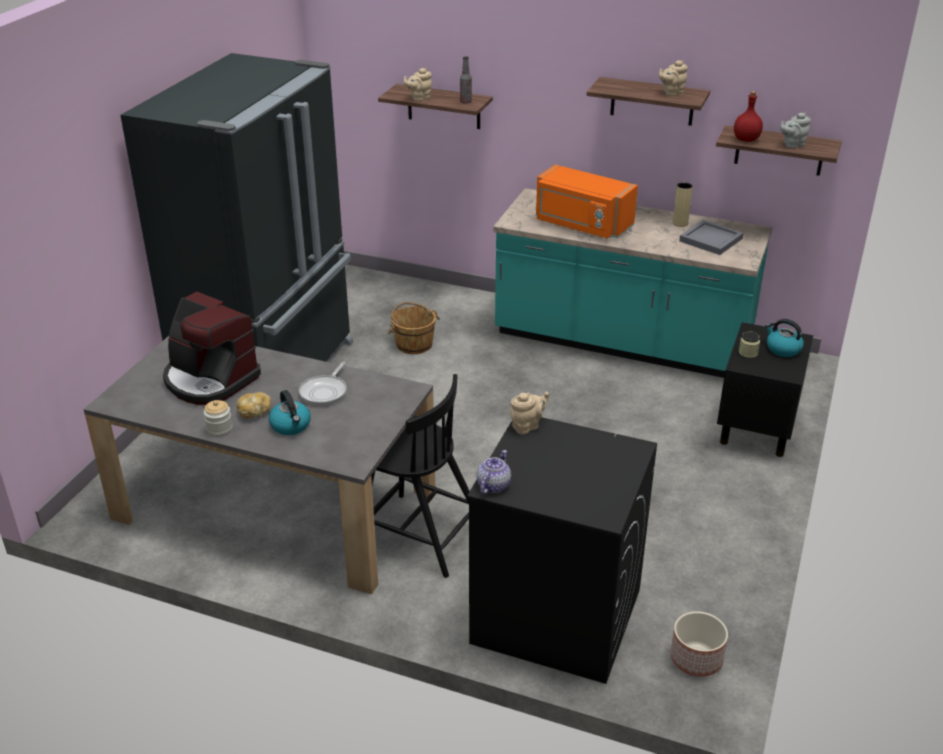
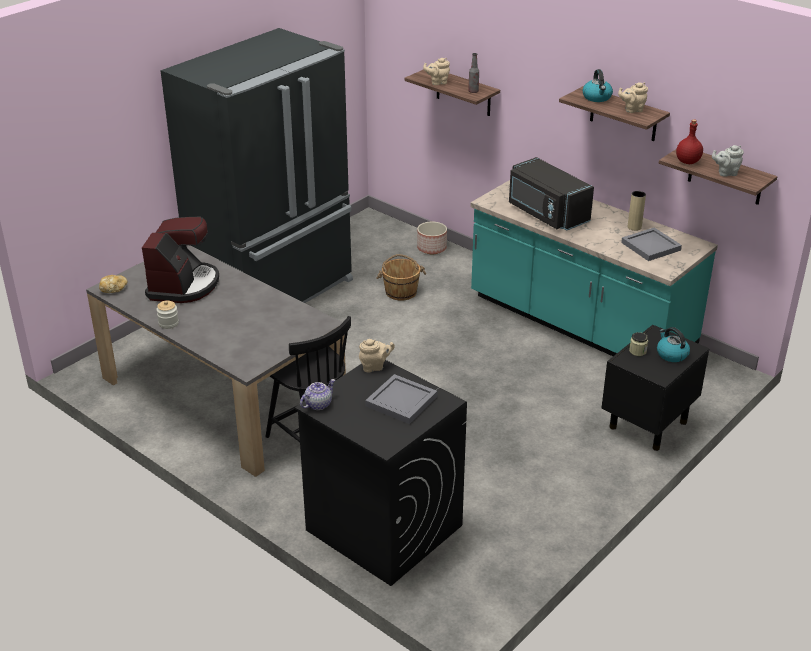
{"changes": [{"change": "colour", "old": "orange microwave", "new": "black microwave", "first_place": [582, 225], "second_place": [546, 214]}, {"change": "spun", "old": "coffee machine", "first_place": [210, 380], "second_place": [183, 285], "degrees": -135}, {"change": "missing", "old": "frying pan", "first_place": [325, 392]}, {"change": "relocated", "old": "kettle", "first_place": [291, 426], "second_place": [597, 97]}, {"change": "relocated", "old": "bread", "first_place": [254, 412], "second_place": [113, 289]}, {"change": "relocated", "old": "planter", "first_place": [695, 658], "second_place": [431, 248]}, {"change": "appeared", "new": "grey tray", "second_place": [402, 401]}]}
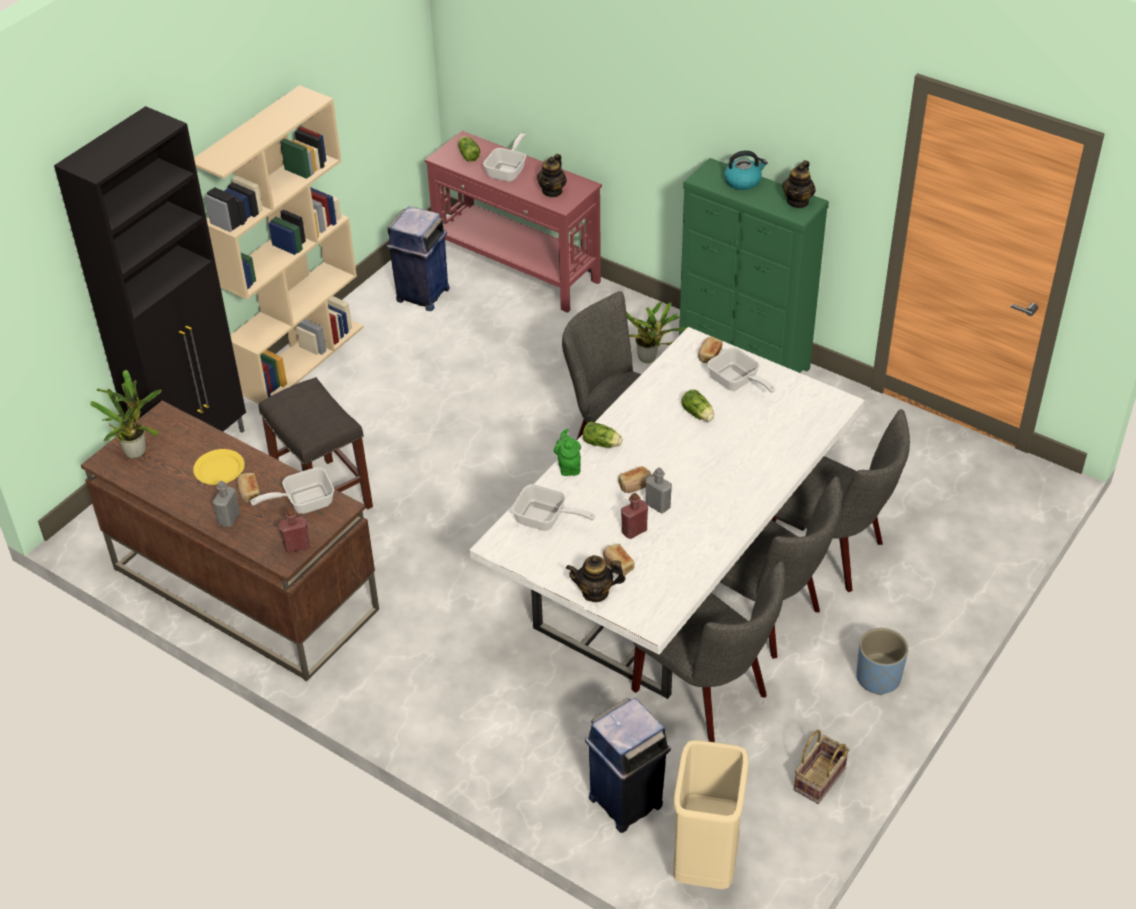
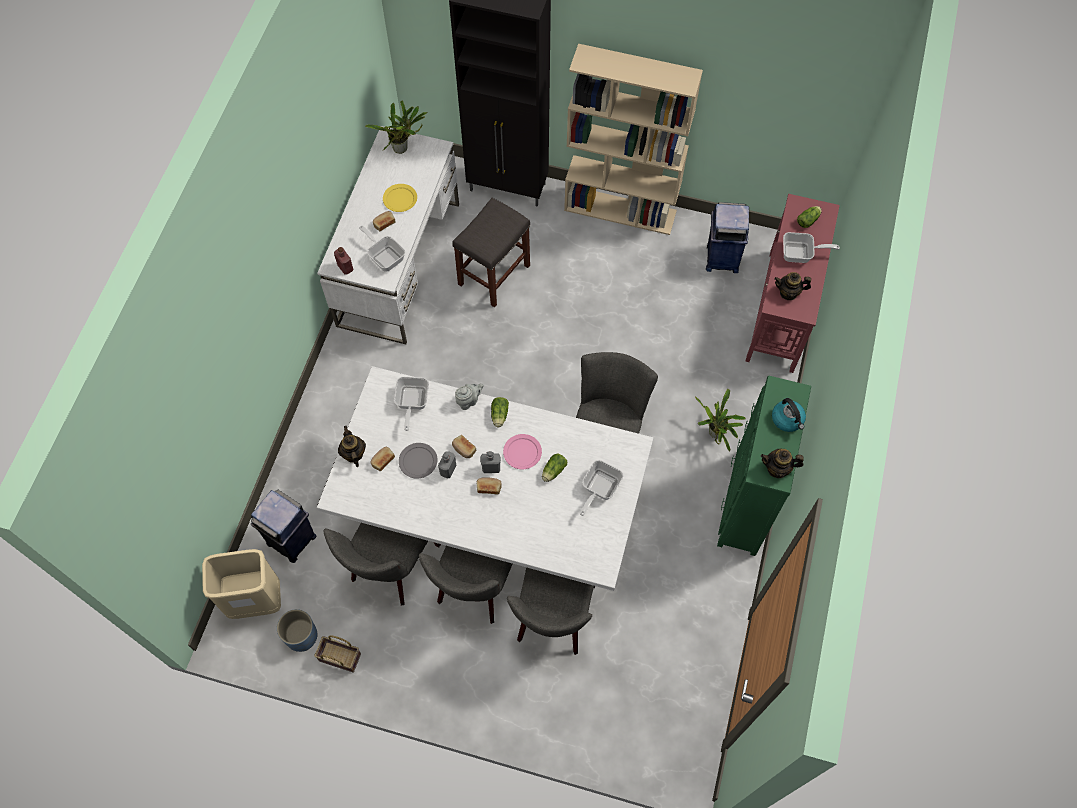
{"changes": [{"change": "relocated", "old": "bread", "first_place": [709, 355], "second_place": [489, 487]}, {"change": "colour", "old": "brown desk", "new": "white desk", "first_place": [244, 589], "second_place": [399, 263]}, {"change": "colour", "old": "green teapot", "new": "grey teapot", "first_place": [568, 466], "second_place": [469, 401]}, {"change": "relocated", "old": "grey bottle", "first_place": [229, 518], "second_place": [491, 468]}, {"change": "exchanged", "old": "red bottle", "new": "grey plate", "first_place": [634, 531], "second_place": [418, 461]}, {"change": "relocated", "old": "blue planter", "first_place": [878, 678], "second_place": [301, 636]}, {"change": "appeared", "new": "pink plate", "second_place": [522, 452]}]}
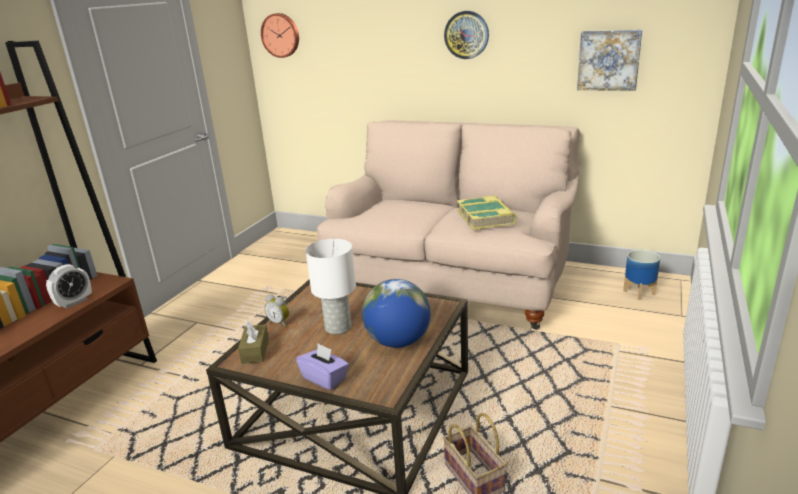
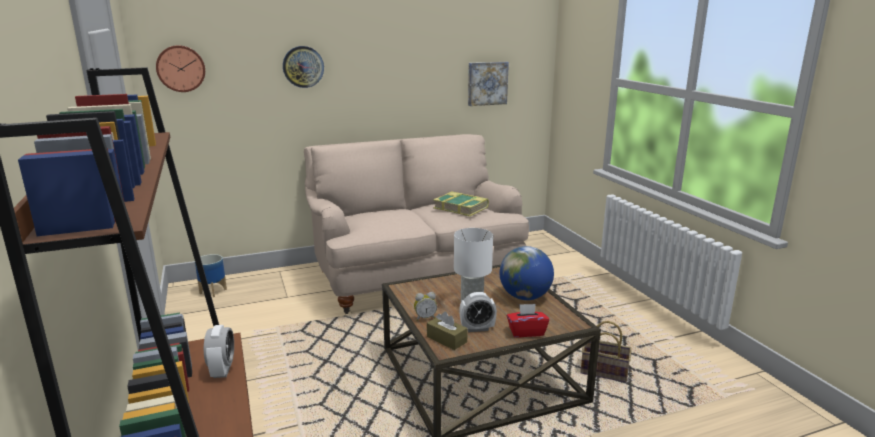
{"changes": [{"change": "relocated", "old": "wall clock", "first_place": [466, 35], "second_place": [303, 66]}, {"change": "relocated", "old": "planter", "first_place": [639, 292], "second_place": [213, 291]}, {"change": "colour", "old": "purple tissue box", "new": "red tissue box", "first_place": [325, 378], "second_place": [526, 332]}, {"change": "appeared", "new": "alarm clock", "second_place": [477, 328]}]}
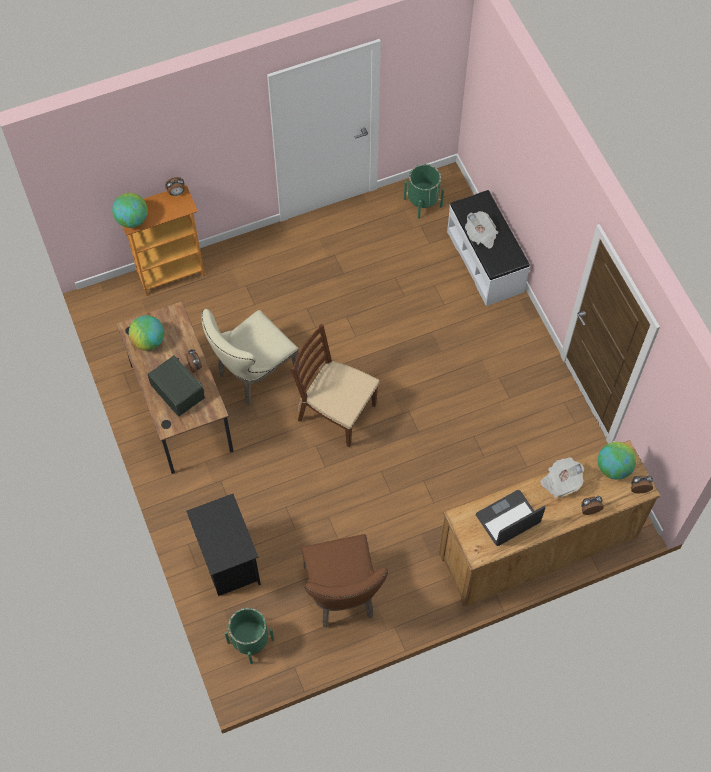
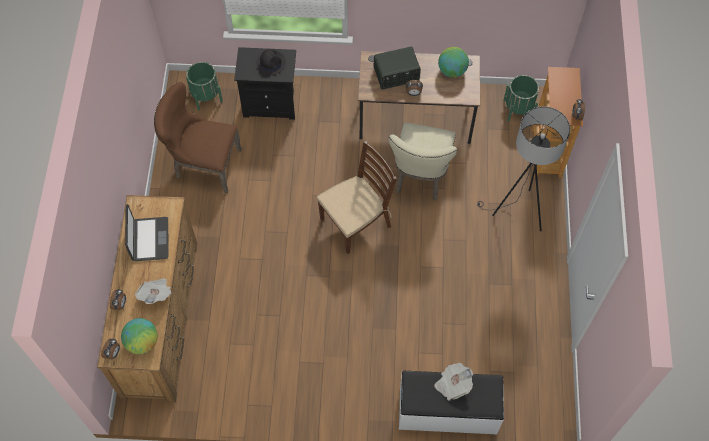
{"changes": [{"change": "relocated", "old": "green planter", "first_place": [423, 202], "second_place": [518, 109]}, {"change": "missing", "old": "globe", "first_place": [132, 220]}, {"change": "spun", "old": "beige chair", "first_place": [253, 374], "second_place": [420, 177], "degrees": -150}, {"change": "appeared", "new": "black hat", "second_place": [271, 63]}, {"change": "appeared", "new": "grey floor lamp", "second_place": [516, 213]}]}
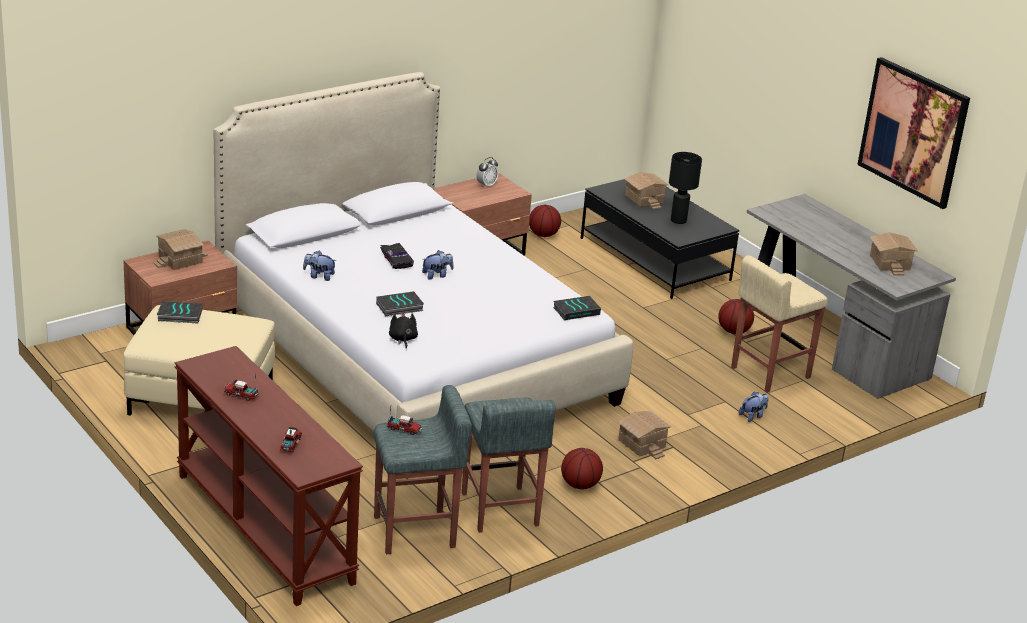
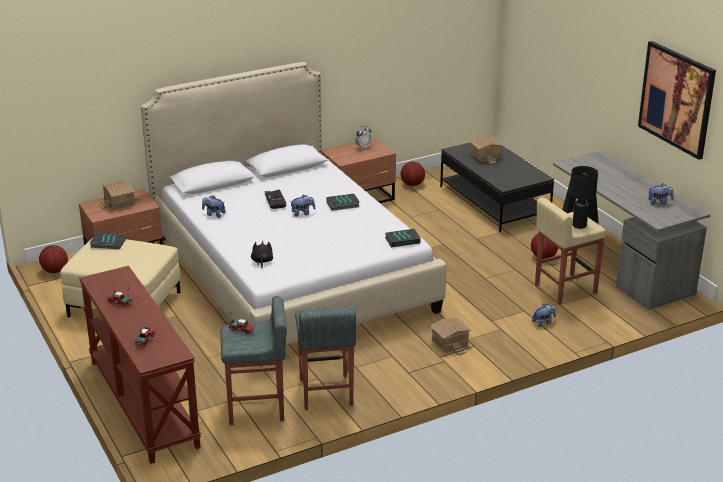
{"changes": [{"change": "relocated", "old": "black table lamp", "first_place": [678, 220], "second_place": [579, 225]}, {"change": "exchanged", "old": "toy house", "new": "plush toy", "first_place": [890, 262], "second_place": [659, 202]}, {"change": "relocated", "old": "book", "first_place": [399, 307], "second_place": [342, 205]}, {"change": "relocated", "old": "basketball", "first_place": [580, 485], "second_place": [55, 271]}]}
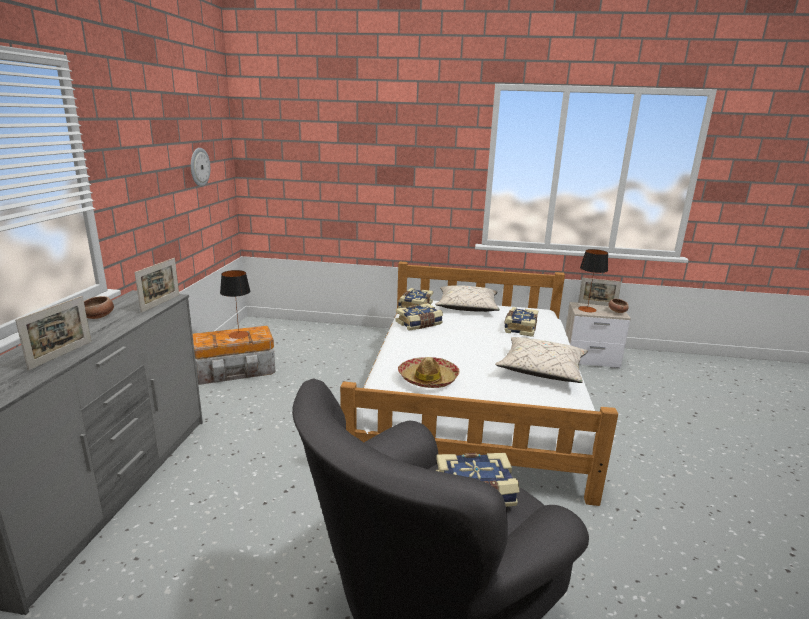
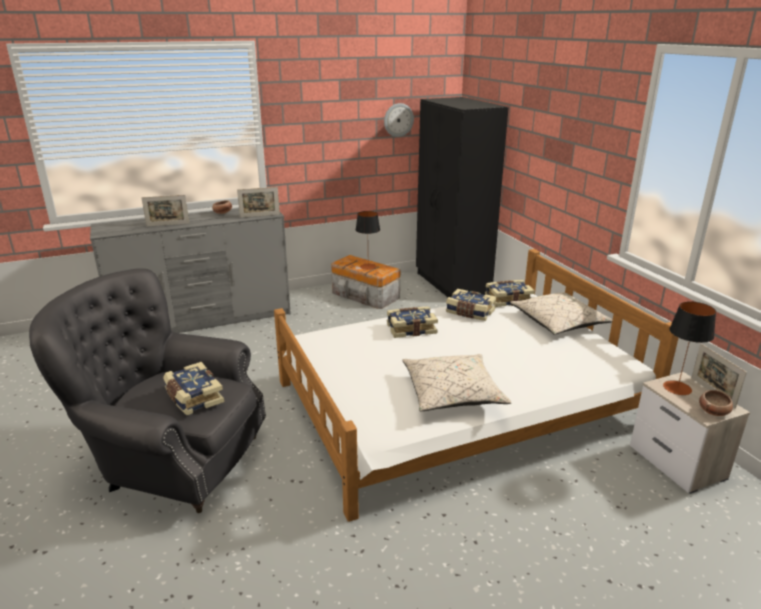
{"changes": [{"change": "relocated", "old": "book", "first_place": [519, 328], "second_place": [411, 329]}, {"change": "missing", "old": "hat", "first_place": [428, 379]}, {"change": "appeared", "new": "black wardrobe", "second_place": [452, 285]}]}
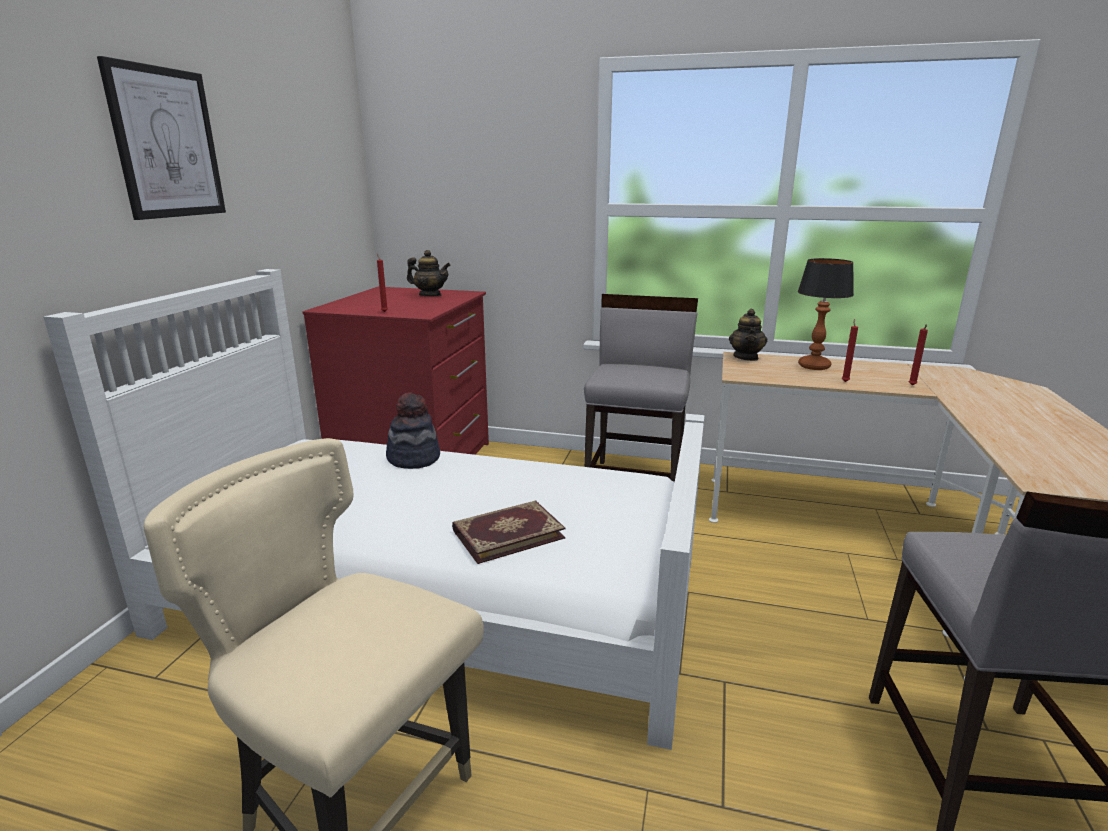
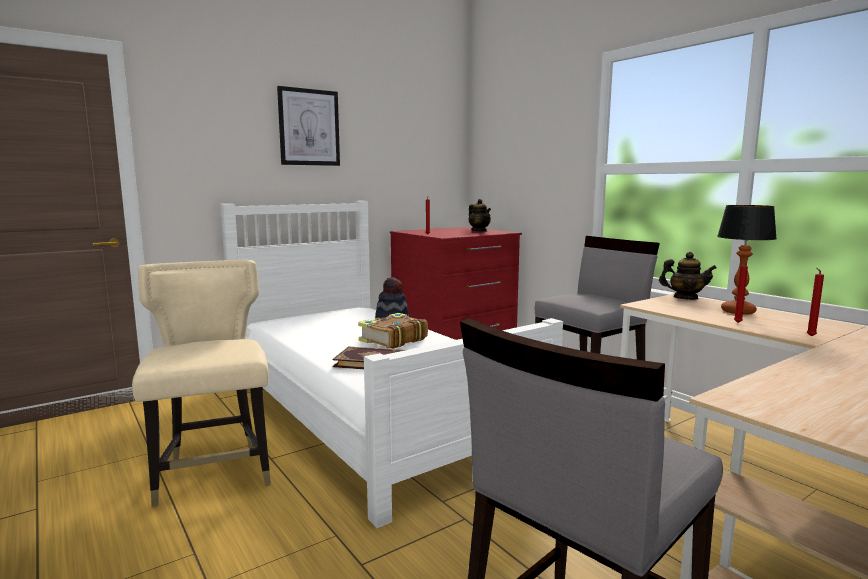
{"changes": [{"change": "spun", "old": "teapot", "first_place": [746, 357], "second_place": [685, 298], "degrees": -120}, {"change": "appeared", "new": "book", "second_place": [392, 340]}]}
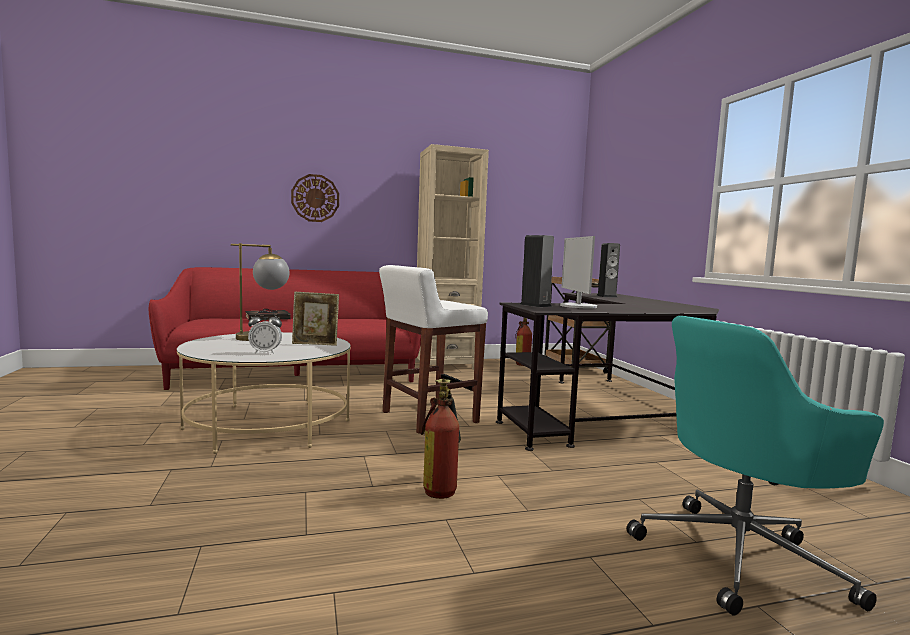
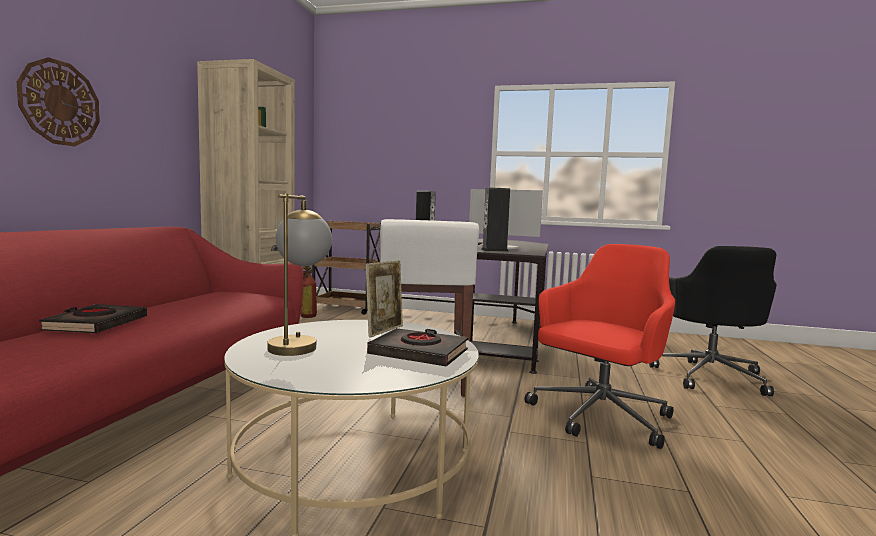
{"changes": [{"change": "exchanged", "old": "alarm clock", "new": "black book", "first_place": [265, 352], "second_place": [419, 353]}, {"change": "colour", "old": "turquoise office chair", "new": "black office chair", "first_place": [741, 557], "second_place": [709, 376]}, {"change": "exchanged", "old": "fire extinguisher", "new": "red office chair", "first_place": [442, 487], "second_place": [598, 417]}]}
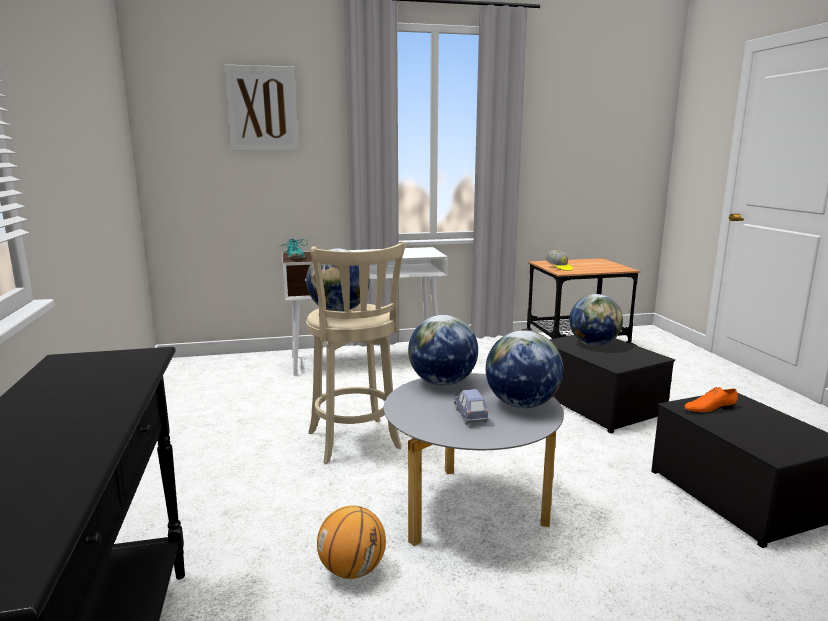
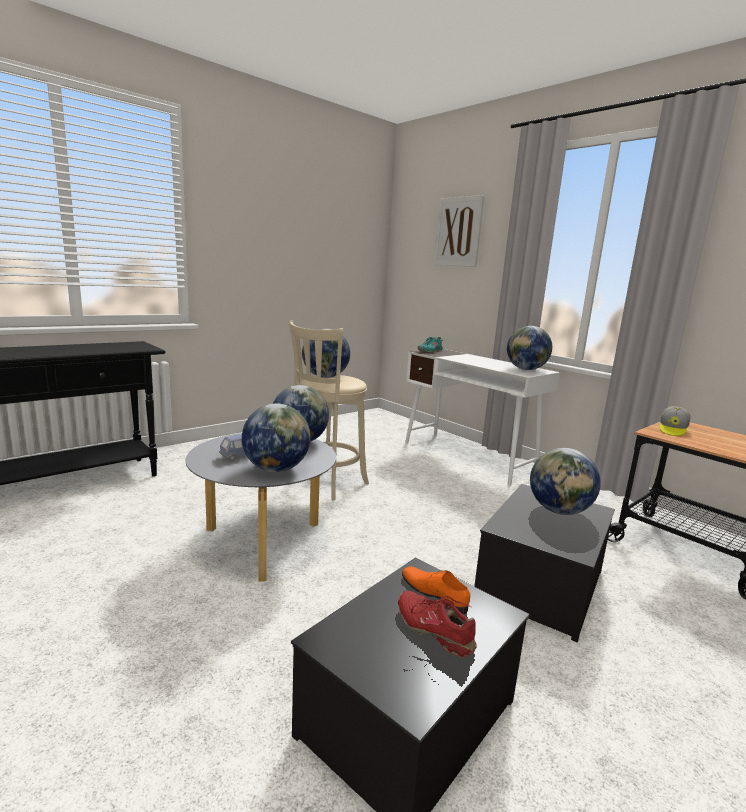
{"changes": [{"change": "missing", "old": "basketball", "first_place": [352, 570]}, {"change": "appeared", "new": "globe", "second_place": [526, 369]}, {"change": "appeared", "new": "red shoe", "second_place": [434, 630]}]}
